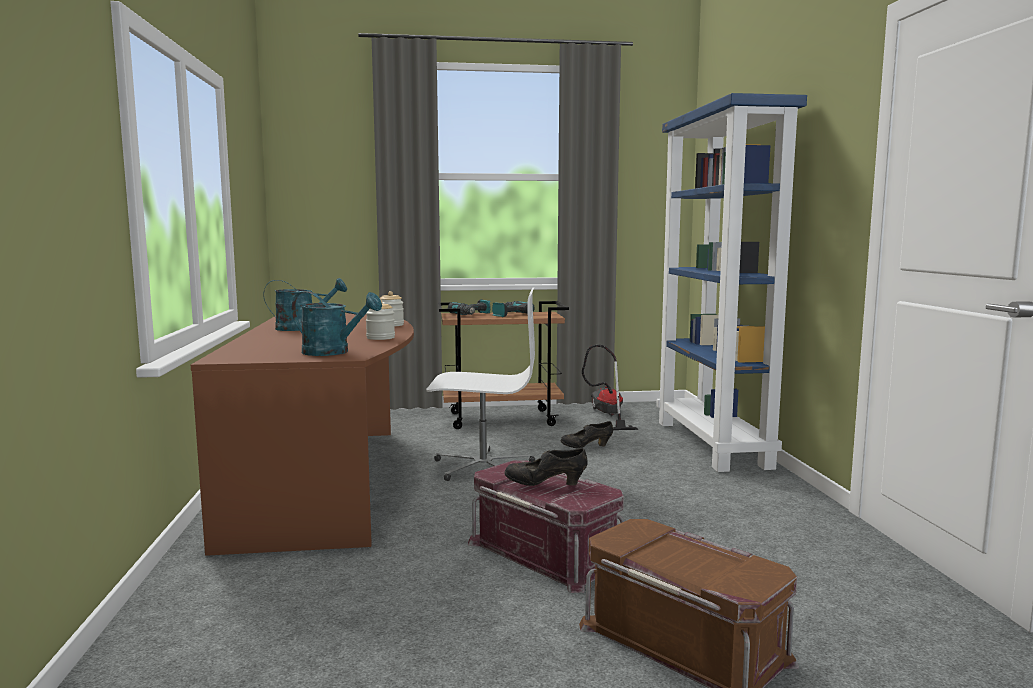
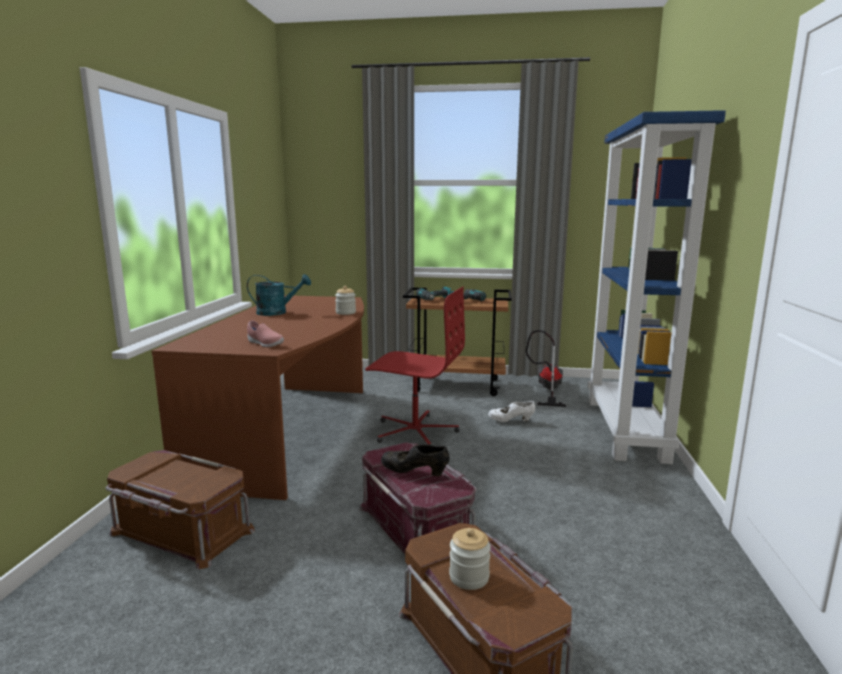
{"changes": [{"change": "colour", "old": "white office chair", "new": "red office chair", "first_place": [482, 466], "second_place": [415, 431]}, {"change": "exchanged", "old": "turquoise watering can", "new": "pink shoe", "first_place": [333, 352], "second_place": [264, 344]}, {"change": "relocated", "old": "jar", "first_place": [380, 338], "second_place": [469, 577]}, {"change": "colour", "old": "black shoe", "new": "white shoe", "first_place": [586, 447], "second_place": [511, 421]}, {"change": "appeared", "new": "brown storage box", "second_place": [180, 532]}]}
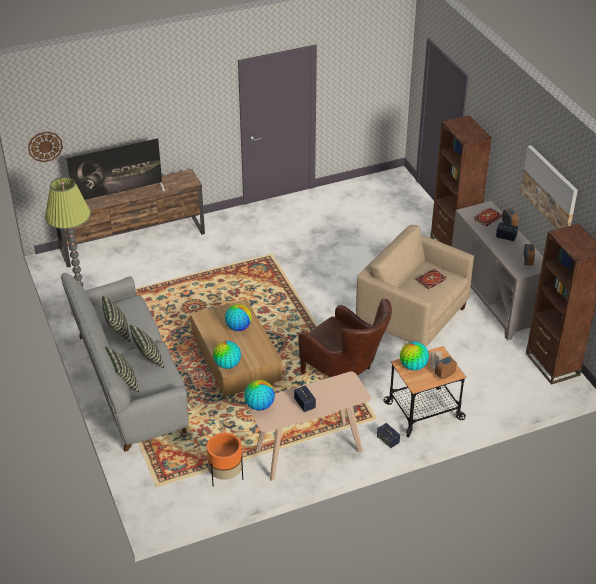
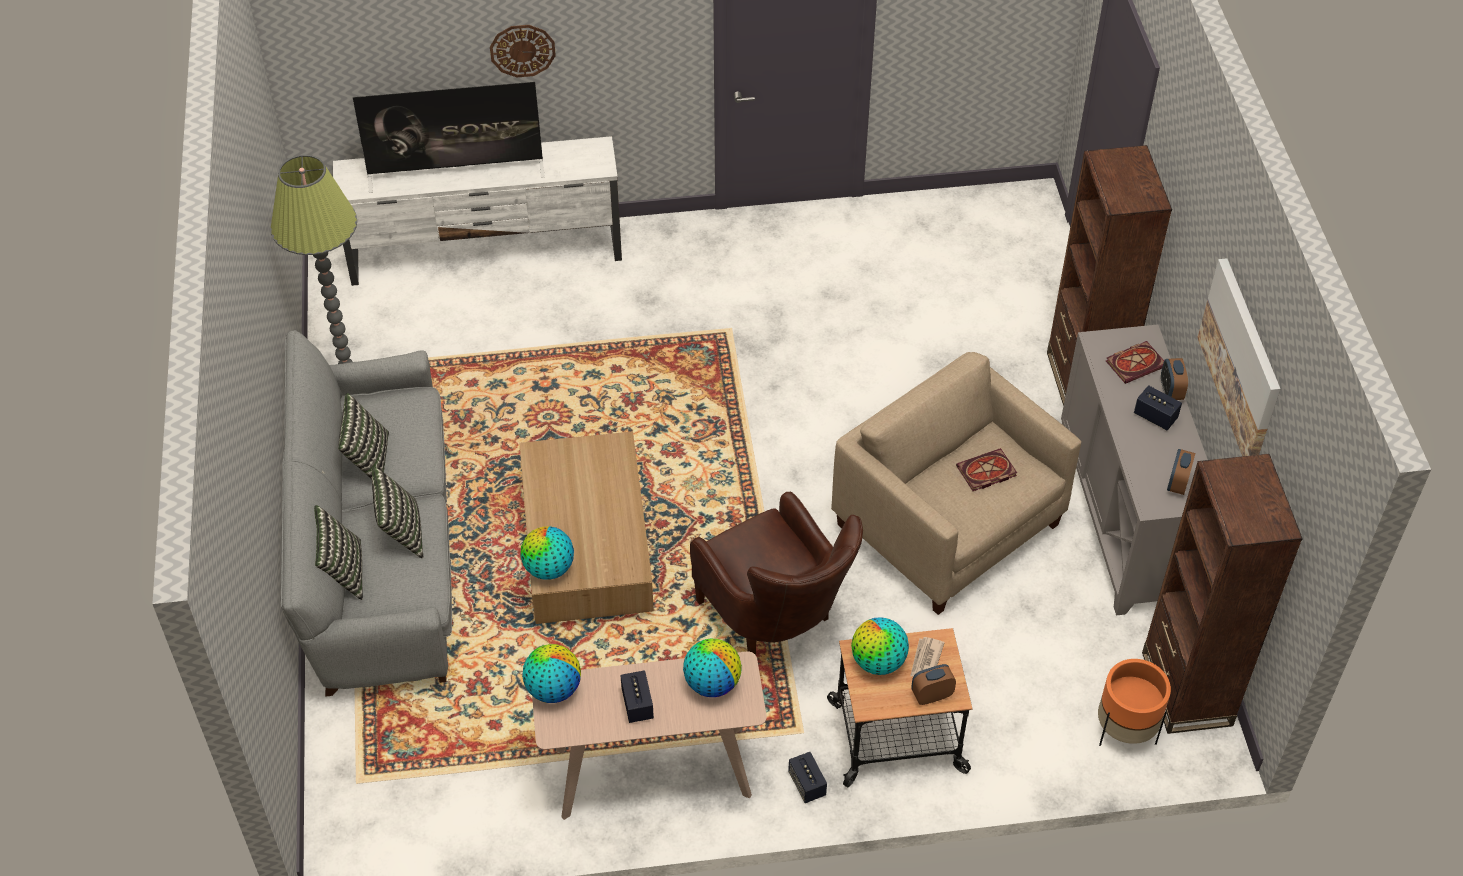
{"changes": [{"change": "relocated", "old": "wall clock", "first_place": [45, 146], "second_place": [522, 50]}, {"change": "colour", "old": "brown tv stand", "new": "white tv stand", "first_place": [133, 241], "second_place": [487, 253]}, {"change": "relocated", "old": "globe", "first_place": [238, 327], "second_place": [712, 683]}, {"change": "relocated", "old": "orange planter", "first_place": [225, 476], "second_place": [1125, 731]}]}
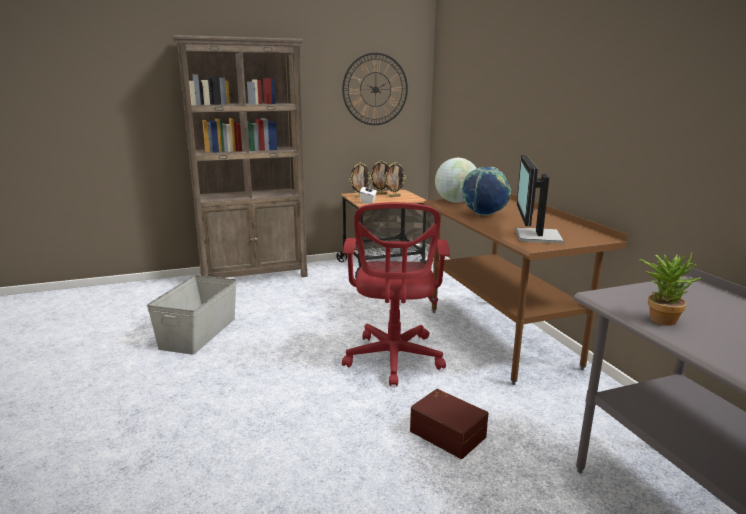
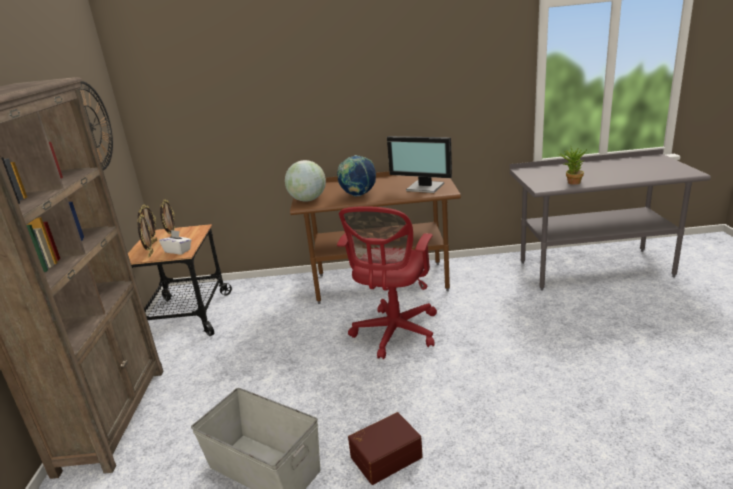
{"changes": [{"change": "spun", "old": "red office chair", "first_place": [393, 360], "second_place": [394, 334], "degrees": 90}, {"change": "relocated", "old": "brown storage box", "first_place": [448, 433], "second_place": [385, 456]}]}
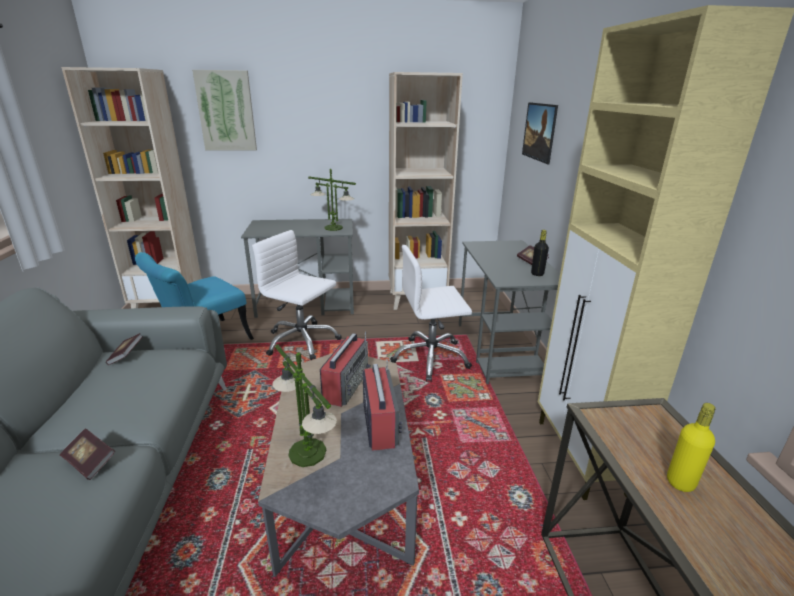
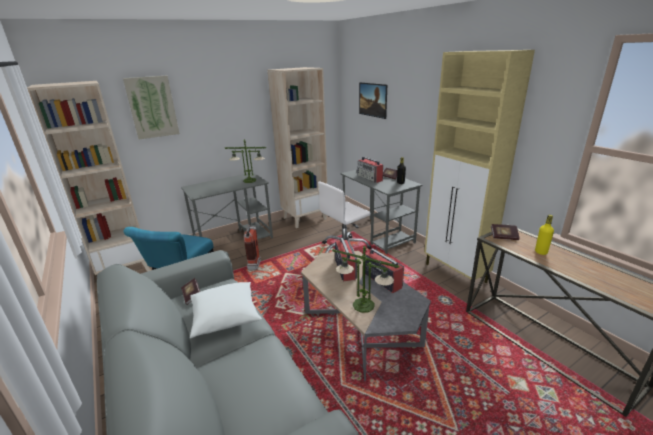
{"changes": [{"change": "exchanged", "old": "white office chair", "new": "fire extinguisher", "first_place": [301, 341], "second_place": [255, 263]}, {"change": "relocated", "old": "book", "first_place": [90, 462], "second_place": [503, 237]}, {"change": "appeared", "new": "radio", "second_place": [370, 178]}, {"change": "appeared", "new": "white pillow", "second_place": [226, 318]}]}
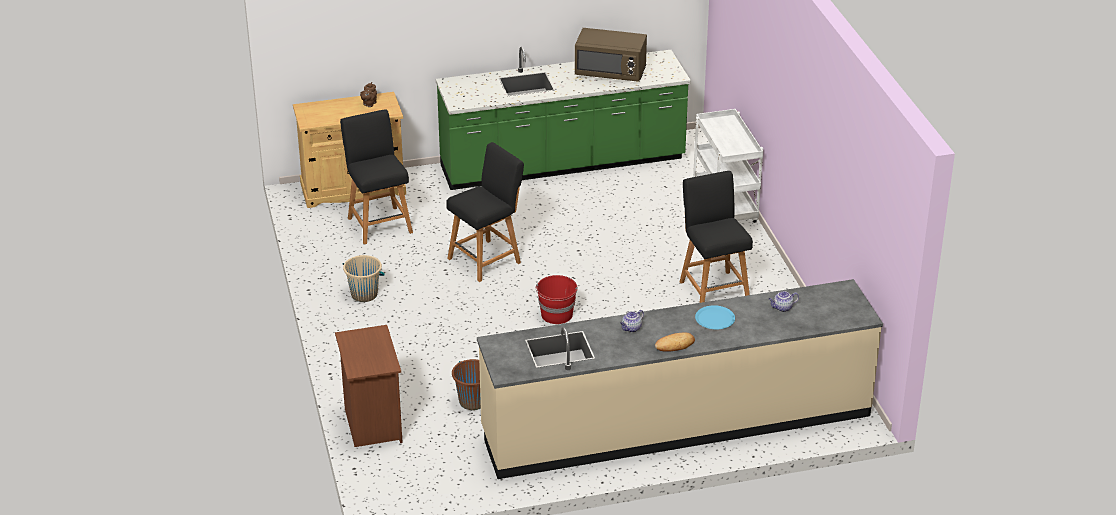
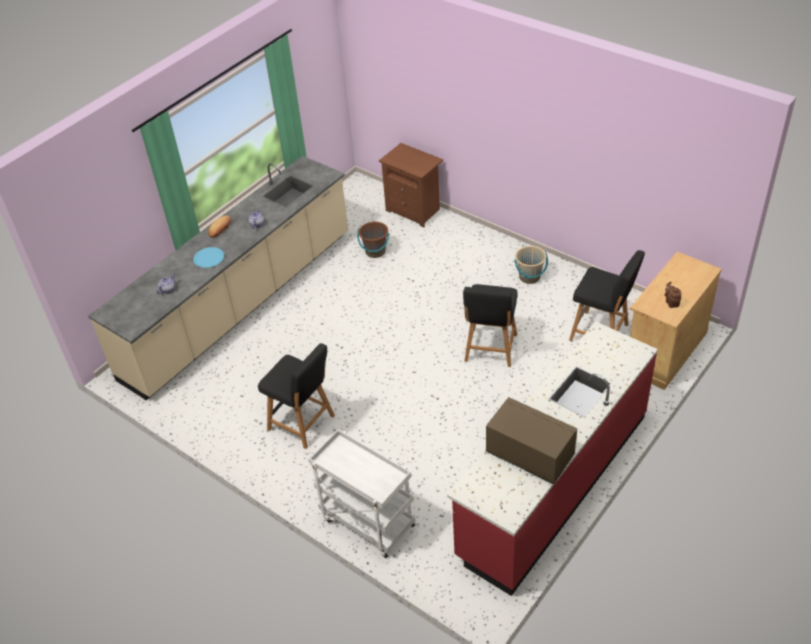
{"changes": [{"change": "spun", "old": "brown microwave", "first_place": [610, 72], "second_place": [529, 455], "degrees": 60}, {"change": "colour", "old": "green counter", "new": "red counter", "first_place": [562, 164], "second_place": [553, 484]}, {"change": "missing", "old": "red bucket", "first_place": [557, 315]}]}
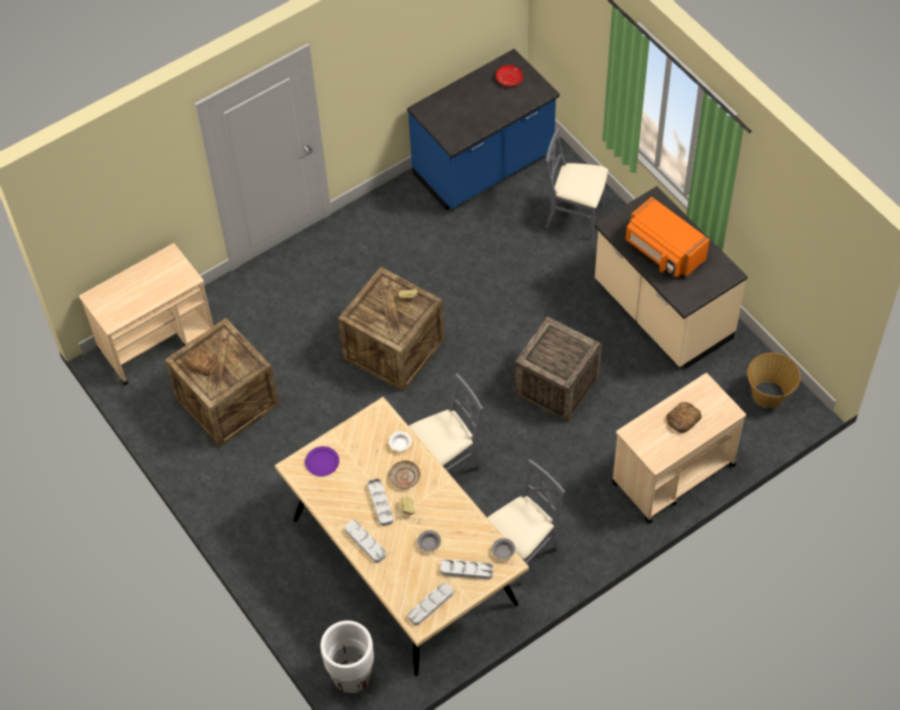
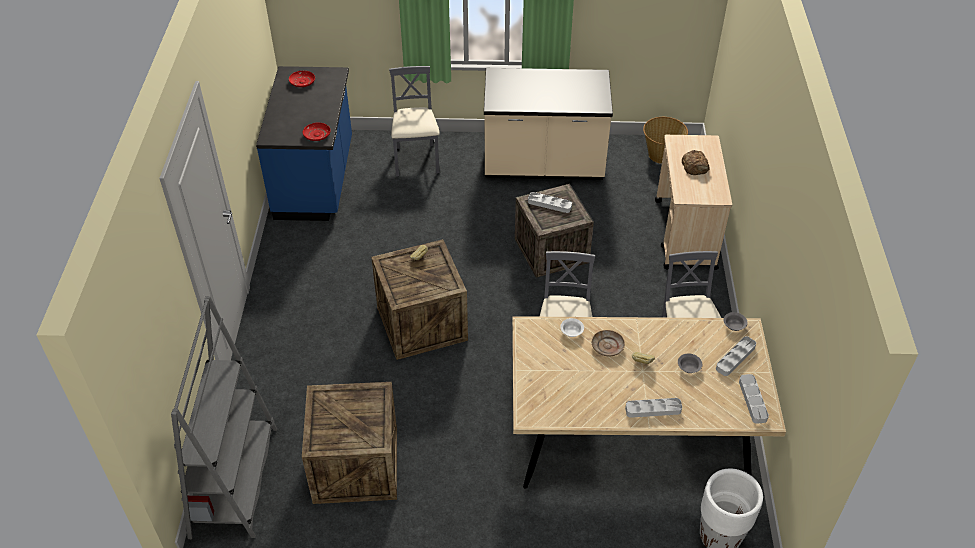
{"changes": [{"change": "spun", "old": "grey chair", "first_place": [575, 217], "second_place": [416, 160], "degrees": 120}, {"change": "missing", "old": "orange microwave", "first_place": [663, 252]}, {"change": "exchanged", "old": "beige cart", "new": "grey bookcase", "first_place": [157, 340], "second_place": [234, 481]}, {"change": "missing", "old": "bread", "first_place": [202, 363]}, {"change": "missing", "old": "purple plate", "first_place": [322, 462]}, {"change": "relocated", "old": "grey tray", "first_place": [380, 503], "second_place": [549, 204]}, {"change": "appeared", "new": "red plate", "second_place": [317, 135]}]}
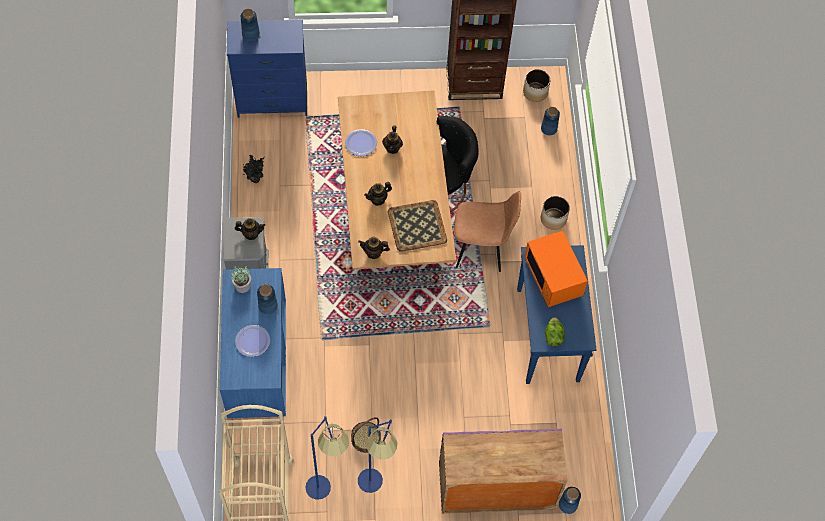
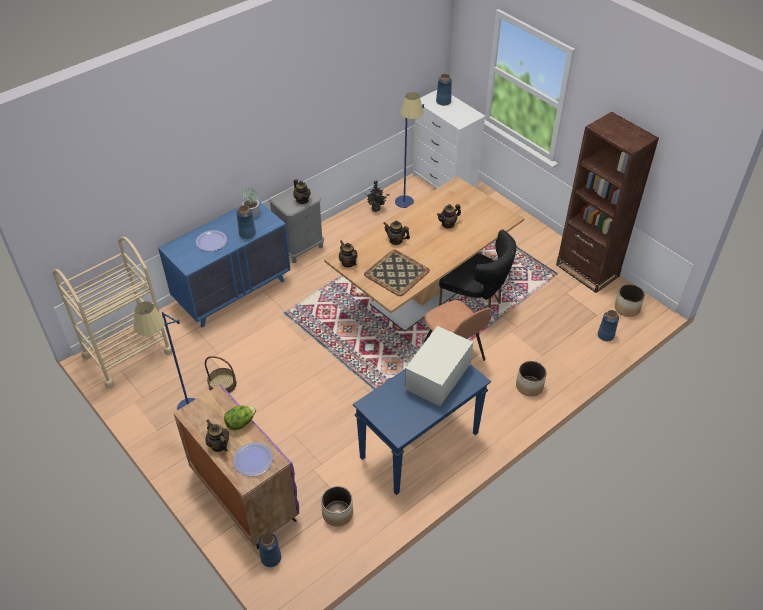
{"changes": [{"change": "colour", "old": "blue dresser", "new": "white dresser", "first_place": [272, 101], "second_place": [444, 183]}, {"change": "relocated", "old": "plate", "first_place": [360, 143], "second_place": [253, 460]}, {"change": "colour", "old": "orange microwave", "new": "white microwave", "first_place": [553, 277], "second_place": [438, 378]}, {"change": "relocated", "old": "lettuce", "first_place": [553, 336], "second_place": [240, 423]}, {"change": "relocated", "old": "blue floor lamp", "first_place": [329, 490], "second_place": [407, 207]}, {"change": "appeared", "new": "teapot", "second_place": [219, 445]}, {"change": "appeared", "new": "planter", "second_place": [337, 513]}]}
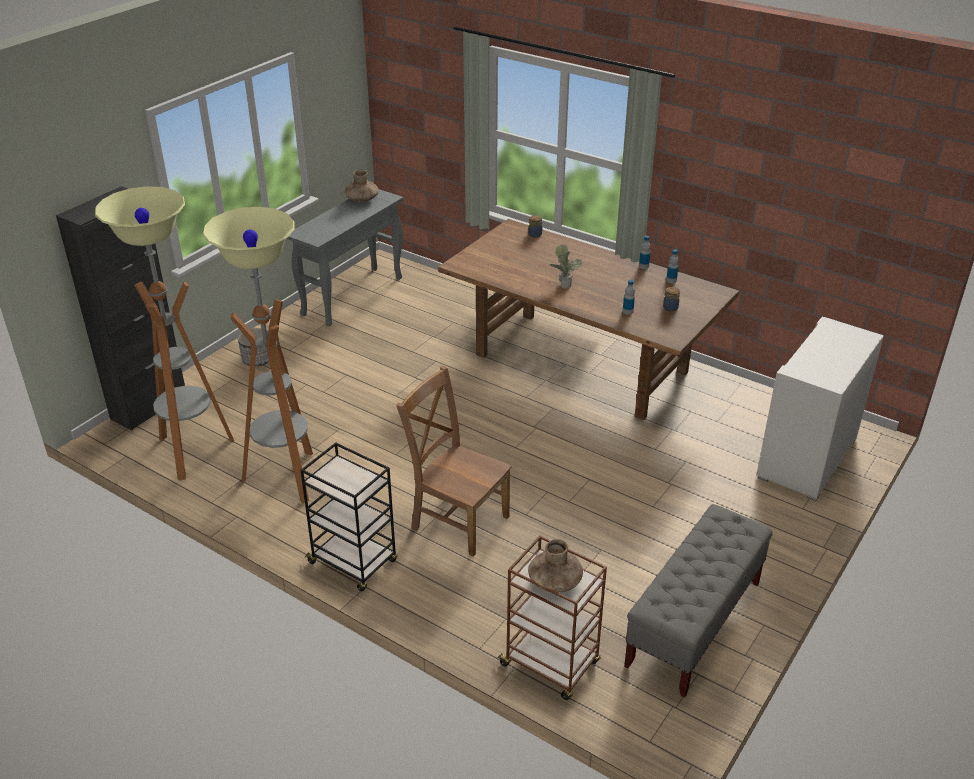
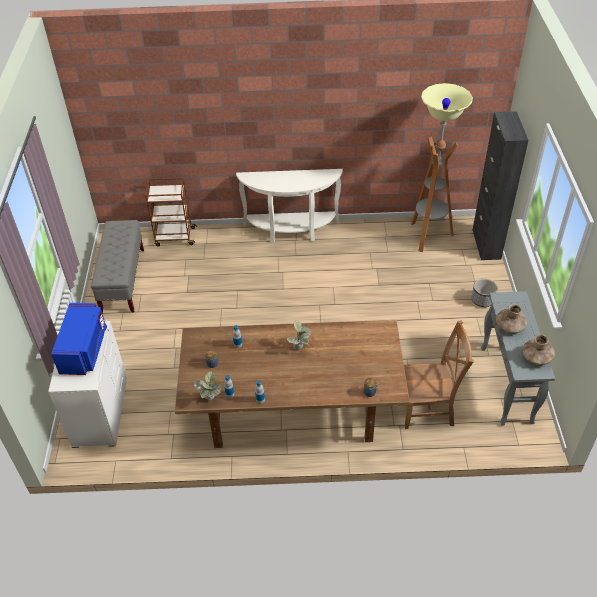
{"changes": [{"change": "missing", "old": "floor lamp", "first_place": [286, 478]}, {"change": "relocated", "old": "brown chair", "first_place": [457, 520], "second_place": [428, 409]}, {"change": "exchanged", "old": "black cart", "new": "white console table", "first_place": [354, 562], "second_place": [291, 231]}, {"change": "relocated", "old": "brown vase", "first_place": [554, 581], "second_place": [509, 326]}, {"change": "appeared", "new": "blue microwave", "second_place": [84, 350]}, {"change": "appeared", "new": "potted plant", "second_place": [209, 399]}]}
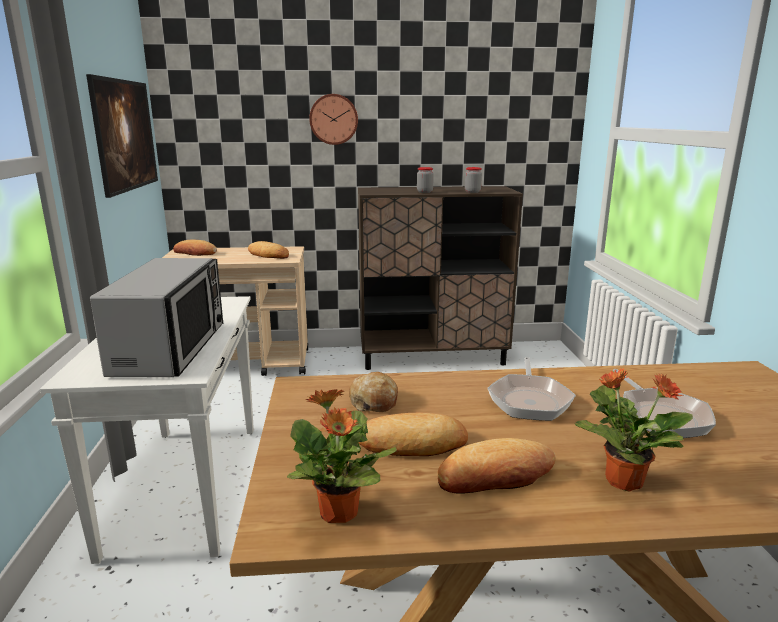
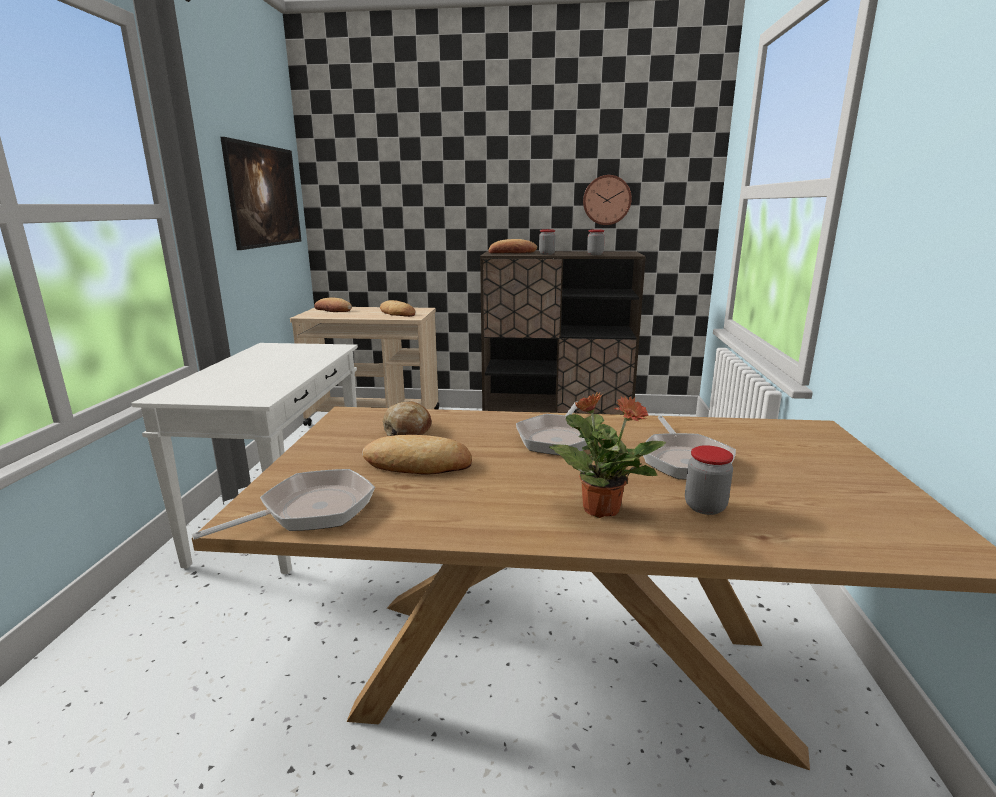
{"changes": [{"change": "relocated", "old": "wall clock", "first_place": [333, 119], "second_place": [606, 200]}, {"change": "missing", "old": "microwave", "first_place": [171, 348]}, {"change": "exchanged", "old": "potted plant", "new": "frying pan", "first_place": [339, 513], "second_place": [310, 510]}, {"change": "relocated", "old": "bread", "first_place": [495, 475], "second_place": [512, 252]}, {"change": "appeared", "new": "jar", "second_place": [705, 507]}]}
